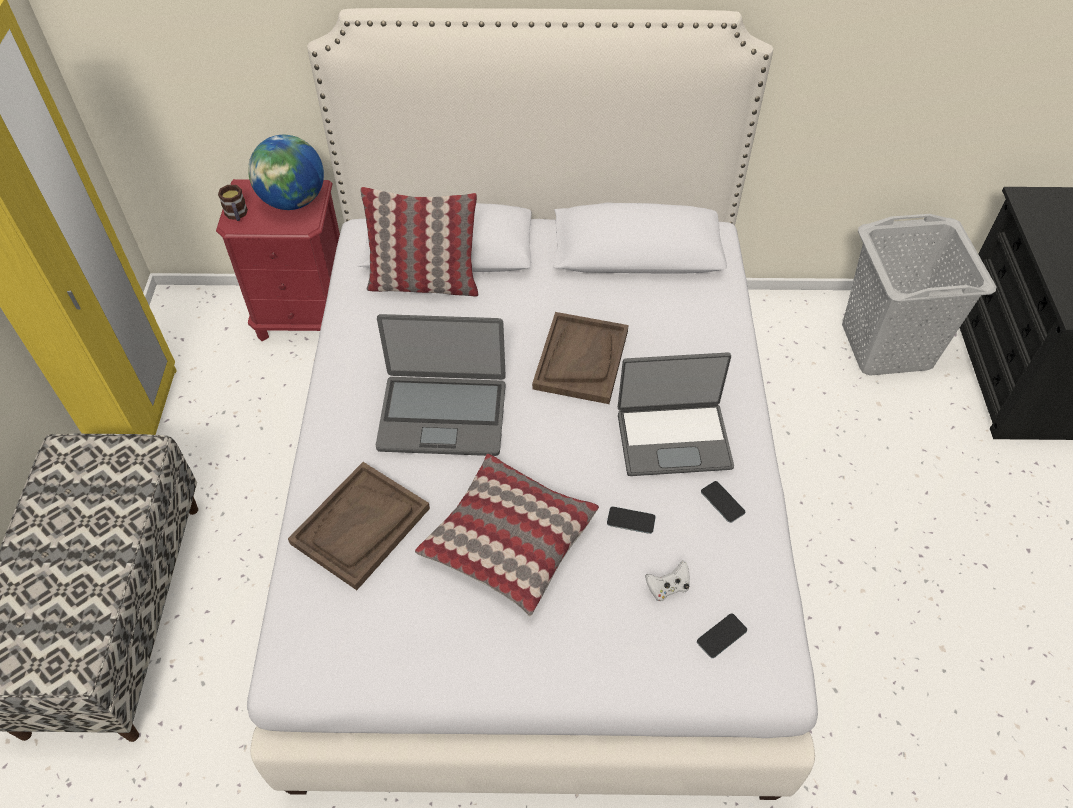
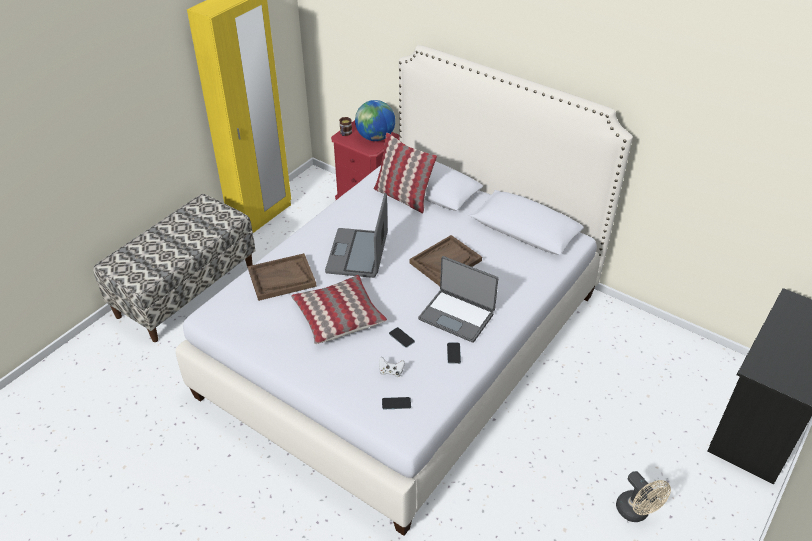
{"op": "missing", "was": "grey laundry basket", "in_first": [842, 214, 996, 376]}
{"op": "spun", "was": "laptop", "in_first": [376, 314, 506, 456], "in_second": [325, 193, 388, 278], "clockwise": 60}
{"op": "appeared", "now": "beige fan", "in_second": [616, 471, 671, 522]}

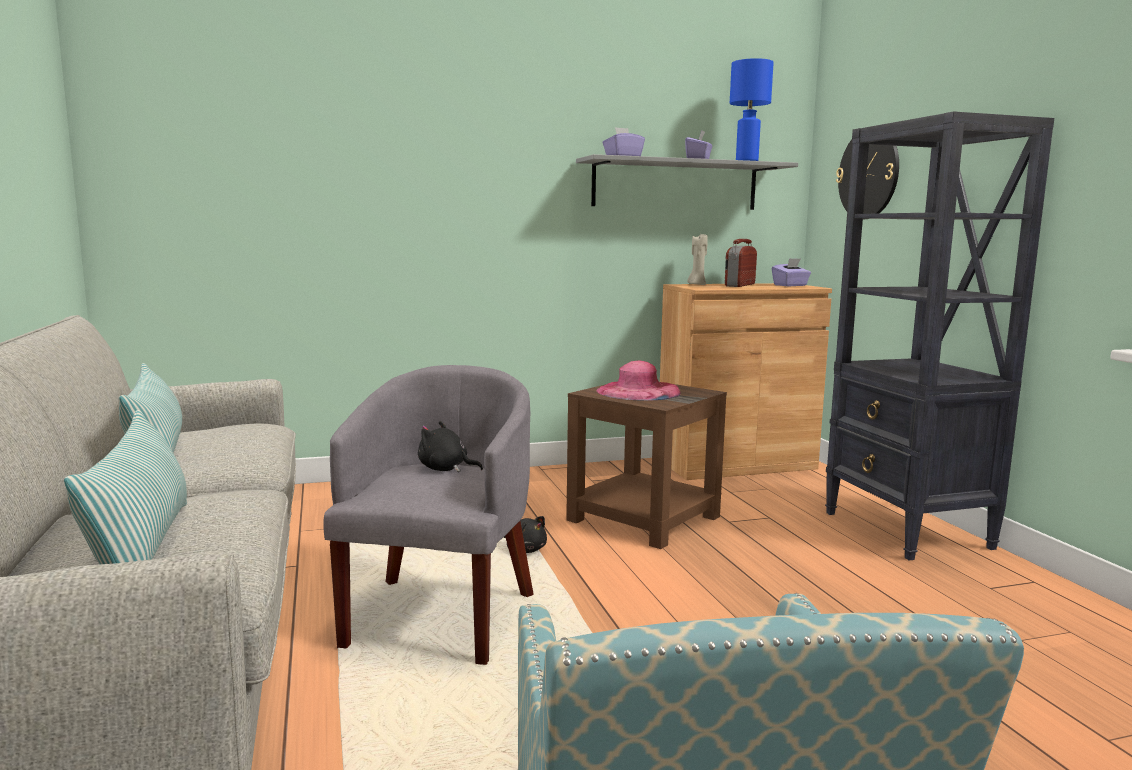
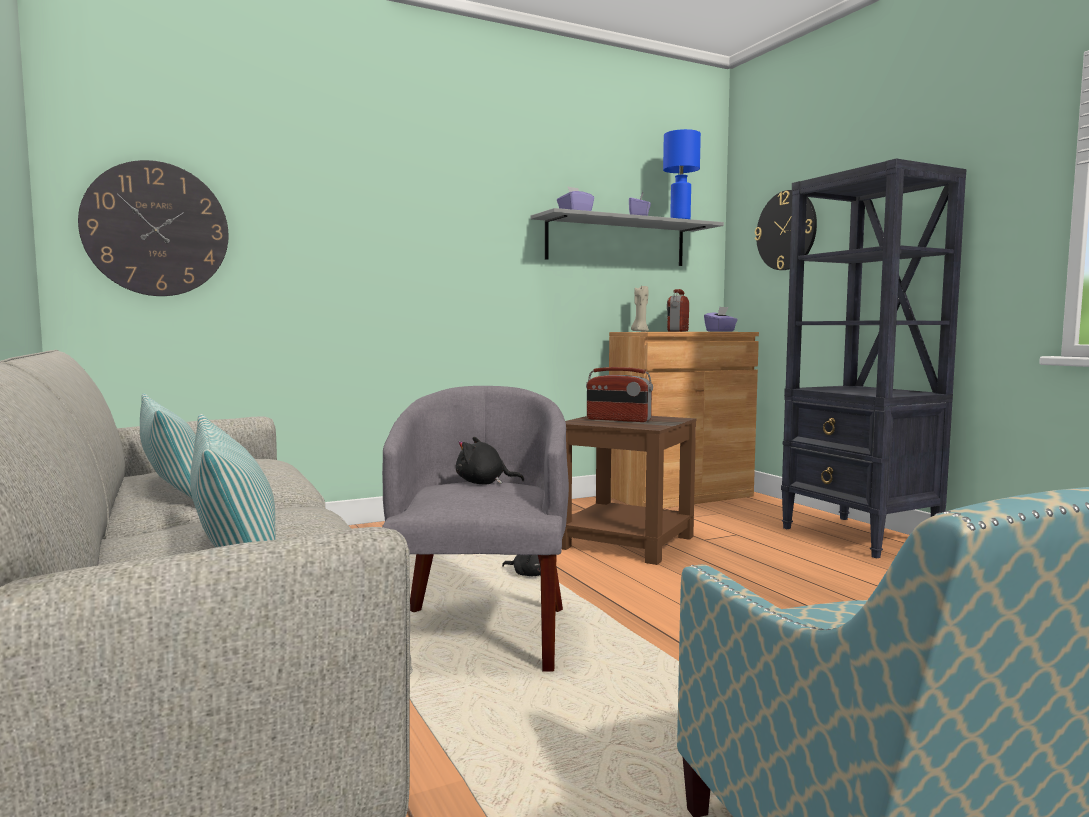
{"op": "exchanged", "was": "pink hat", "now": "radio", "in_first": [596, 361, 680, 401], "in_second": [586, 367, 653, 422]}
{"op": "appeared", "now": "wall clock", "in_second": [78, 160, 229, 296]}

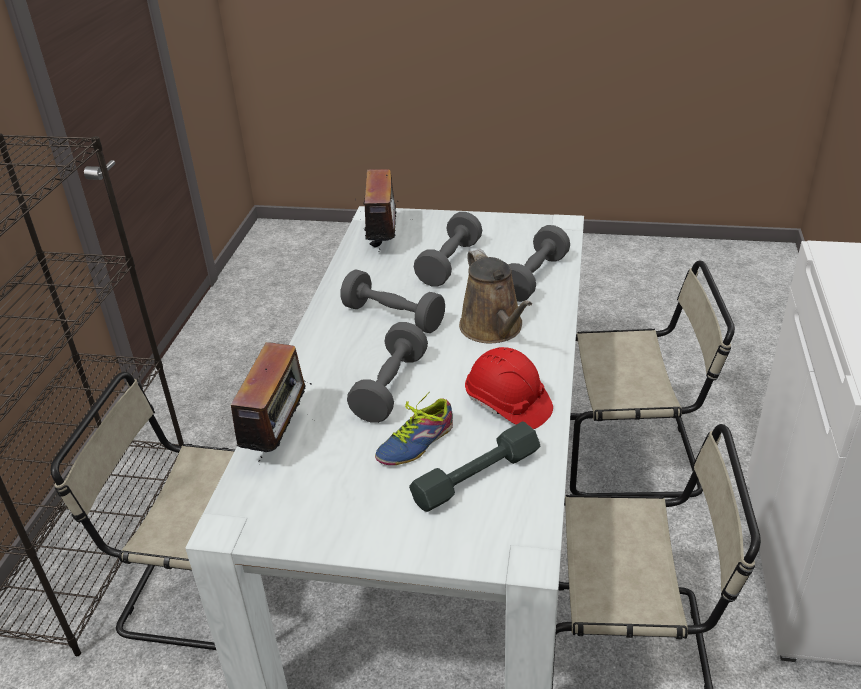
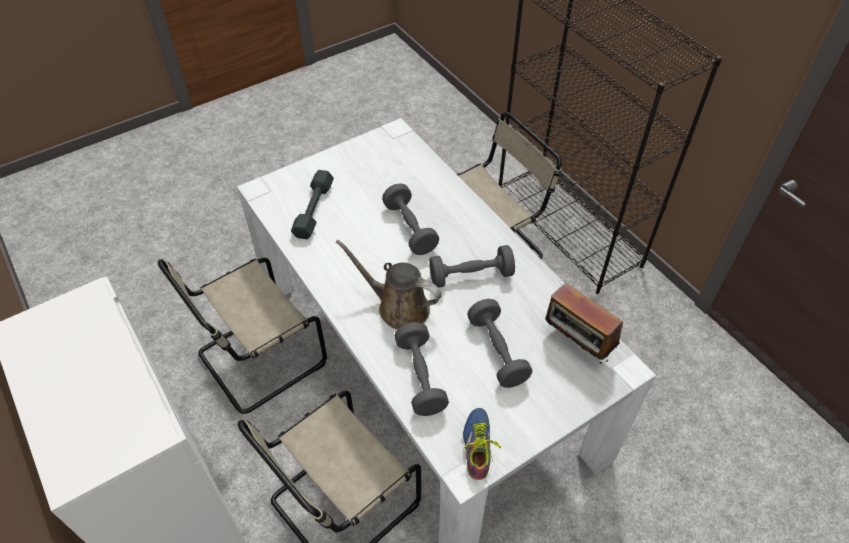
{"op": "missing", "was": "radio", "in_first": [231, 342, 311, 462]}
{"op": "missing", "was": "red hard hat", "in_first": [465, 347, 553, 429]}
{"op": "relocated", "was": "shoe", "in_first": [375, 391, 453, 465], "in_second": [463, 408, 501, 480]}

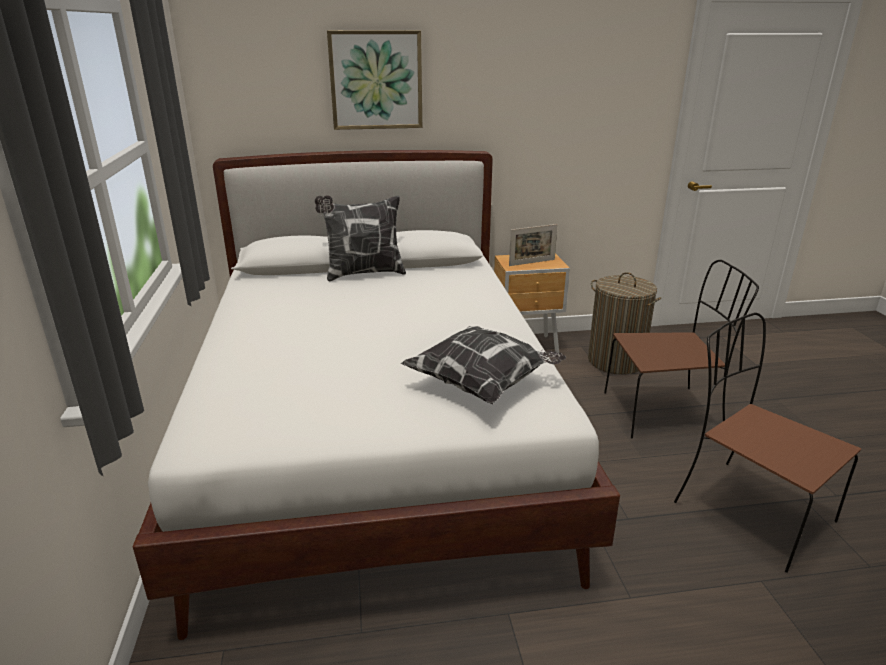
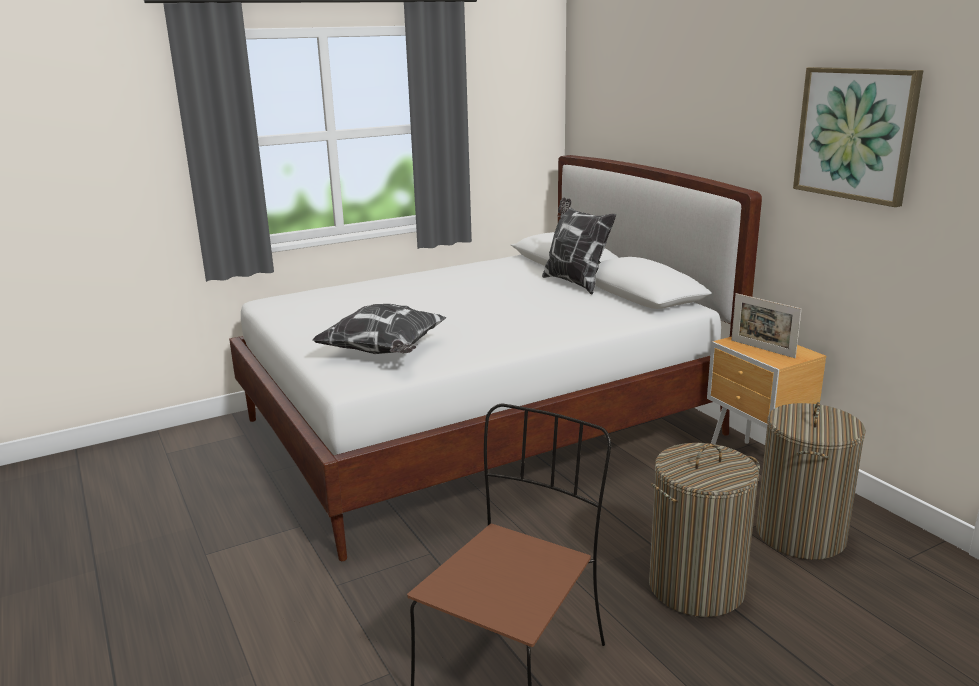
{"op": "relocated", "was": "picture", "in_first": [327, 30, 422, 130], "in_second": [793, 67, 923, 207]}
{"op": "exchanged", "was": "brown chair", "now": "laundry basket", "in_first": [604, 260, 759, 439], "in_second": [649, 443, 760, 617]}

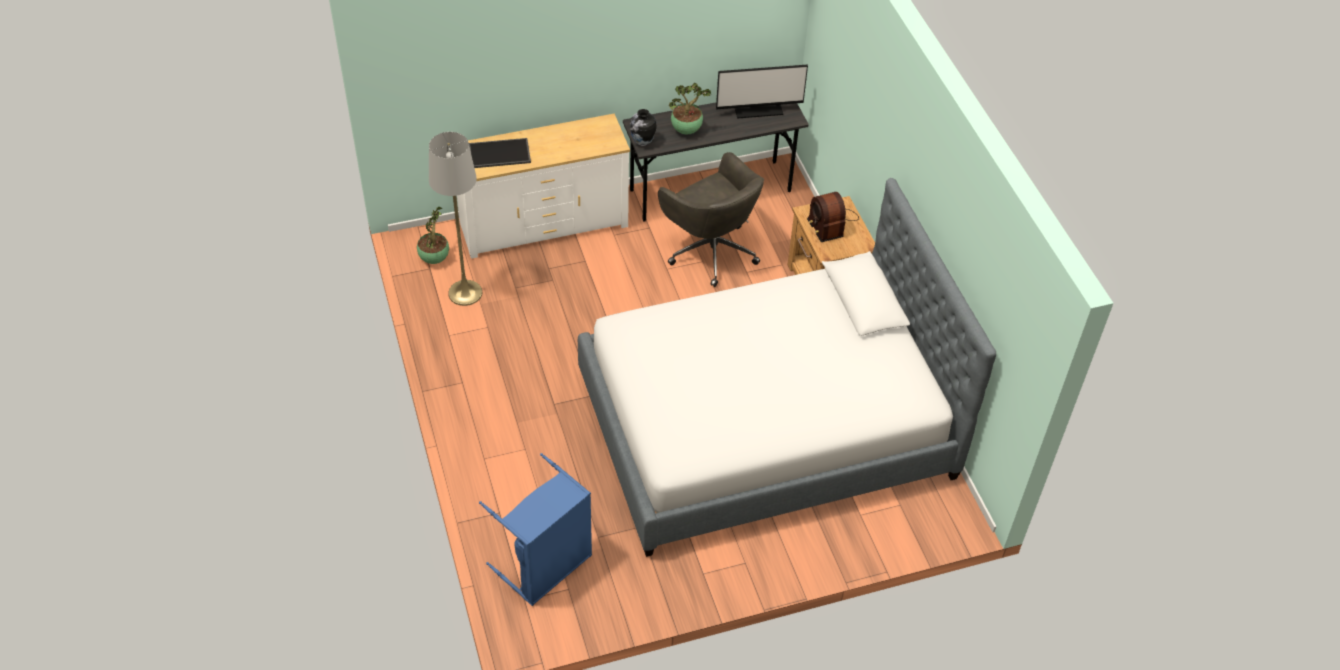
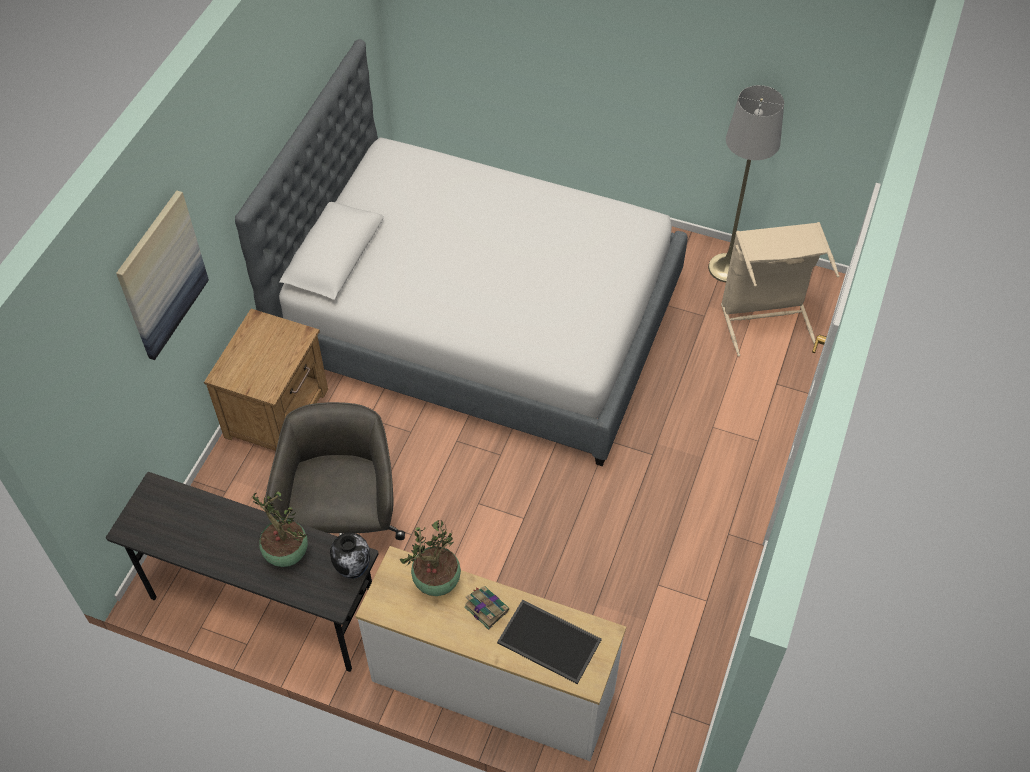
{"op": "missing", "was": "monitor", "in_first": [716, 65, 808, 119]}
{"op": "relocated", "was": "grey floor lamp", "in_first": [429, 132, 482, 306], "in_second": [708, 85, 784, 282]}
{"op": "missing", "was": "radio", "in_first": [807, 192, 859, 242]}
{"op": "relocated", "was": "potted plant", "in_first": [417, 207, 449, 264], "in_second": [400, 520, 461, 596]}
{"op": "colour", "was": "blue laundry basket", "now": "beige laundry basket", "in_first": [479, 453, 592, 606], "in_second": [721, 222, 840, 357]}
{"op": "appeared", "now": "picture", "in_second": [116, 191, 209, 360]}
{"op": "appeared", "now": "book", "in_second": [464, 586, 509, 630]}

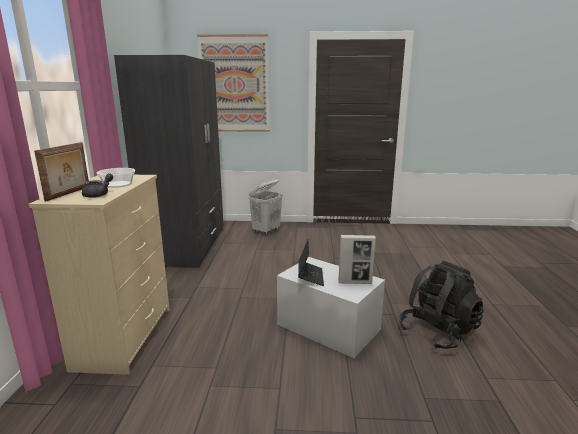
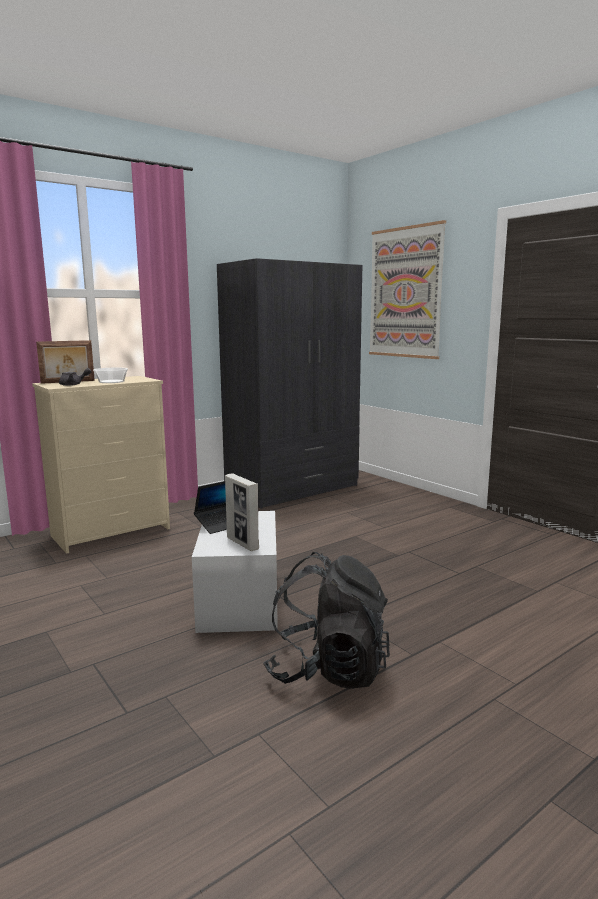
{"op": "missing", "was": "white laundry basket", "in_first": [248, 179, 283, 235]}

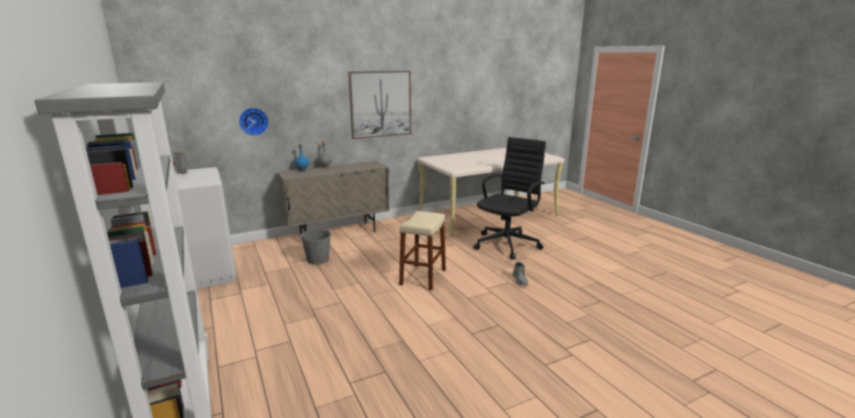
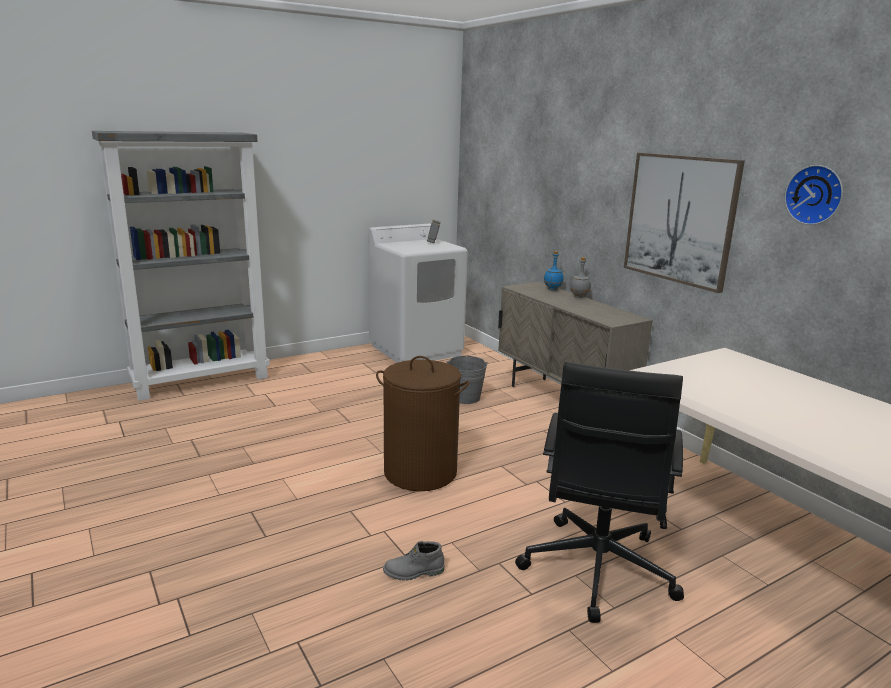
{"op": "relocated", "was": "wall clock", "in_first": [239, 108, 269, 136], "in_second": [784, 165, 843, 225]}
{"op": "spun", "was": "black office chair", "in_first": [474, 137, 546, 259], "in_second": [515, 362, 684, 623], "clockwise": 75}
{"op": "exchanged", "was": "beige stool", "now": "brown laundry basket", "in_first": [399, 211, 446, 291], "in_second": [376, 356, 470, 491]}

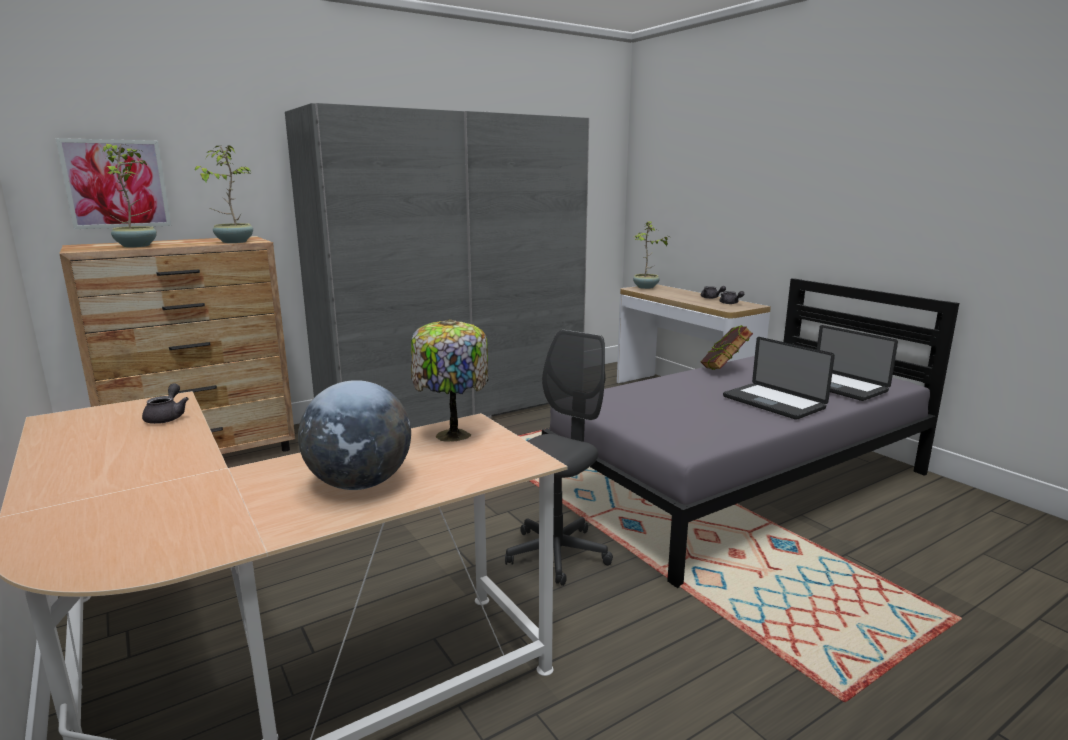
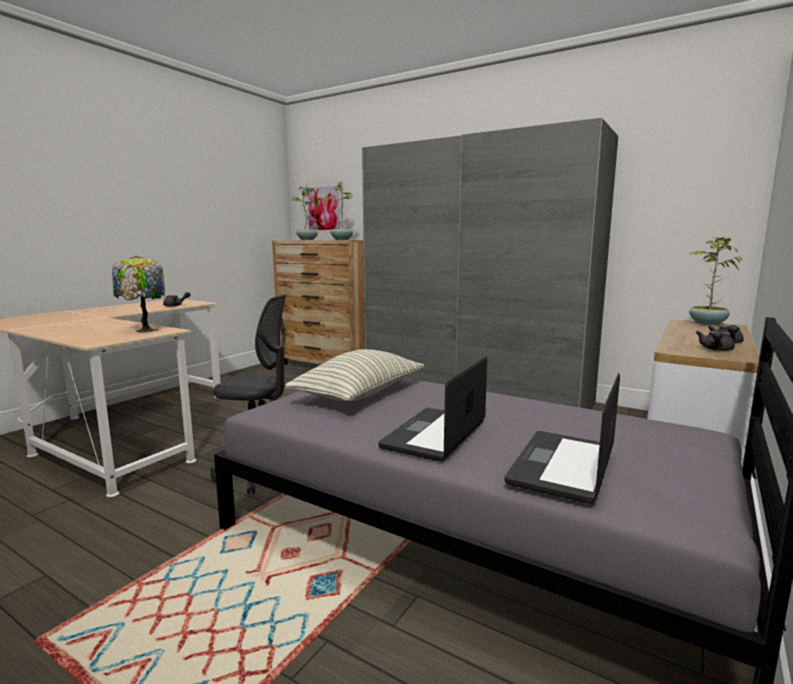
{"op": "missing", "was": "book", "in_first": [700, 324, 753, 370]}
{"op": "missing", "was": "globe", "in_first": [298, 380, 411, 490]}
{"op": "appeared", "now": "pillow", "in_second": [285, 349, 424, 401]}

